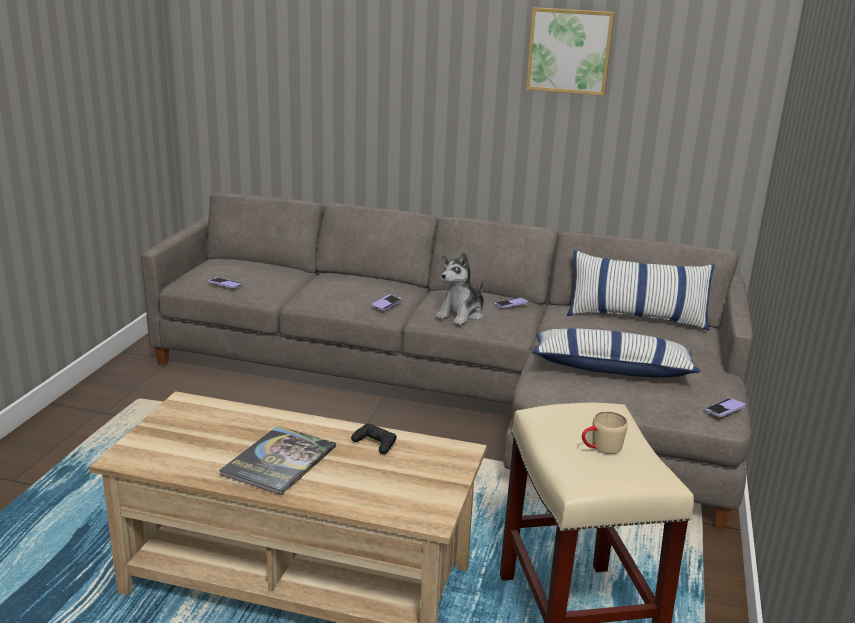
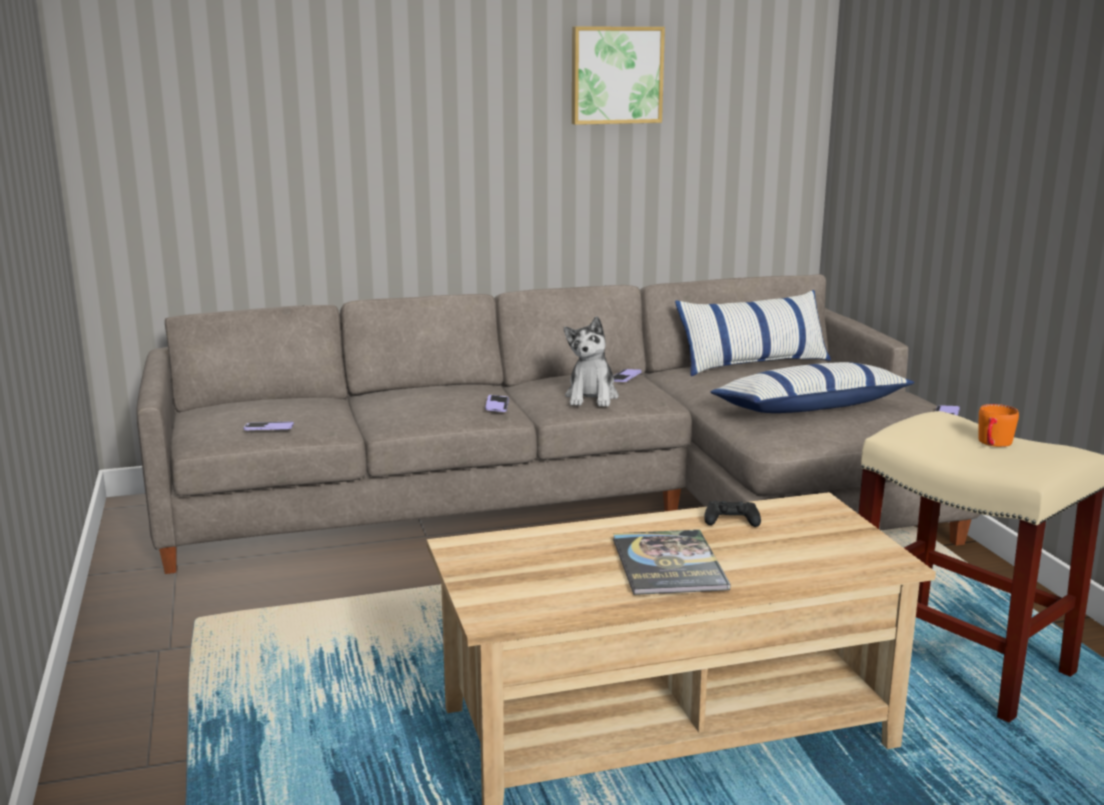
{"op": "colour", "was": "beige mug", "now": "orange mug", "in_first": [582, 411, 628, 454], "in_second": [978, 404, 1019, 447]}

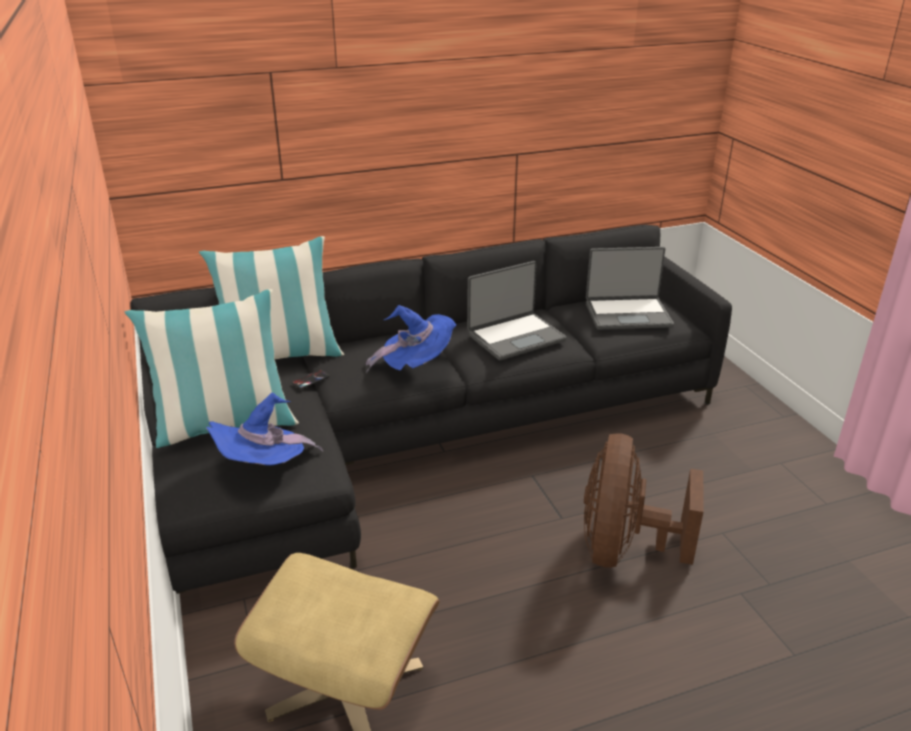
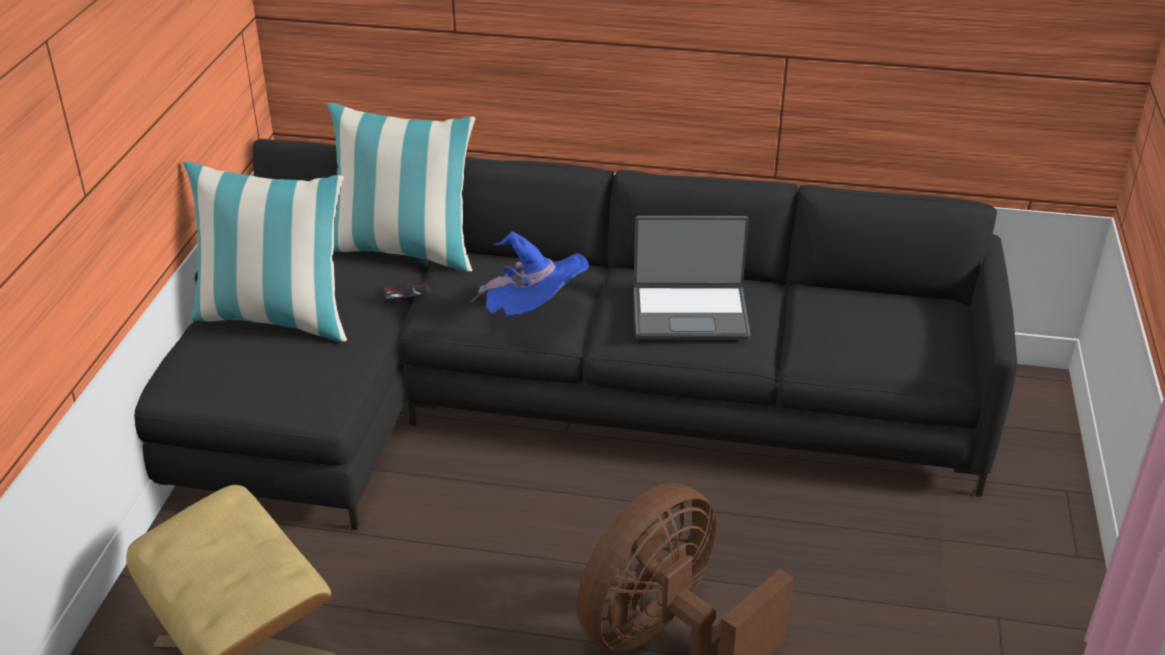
{"op": "missing", "was": "laptop", "in_first": [586, 247, 674, 330]}
{"op": "missing", "was": "blue hat", "in_first": [206, 393, 323, 466]}

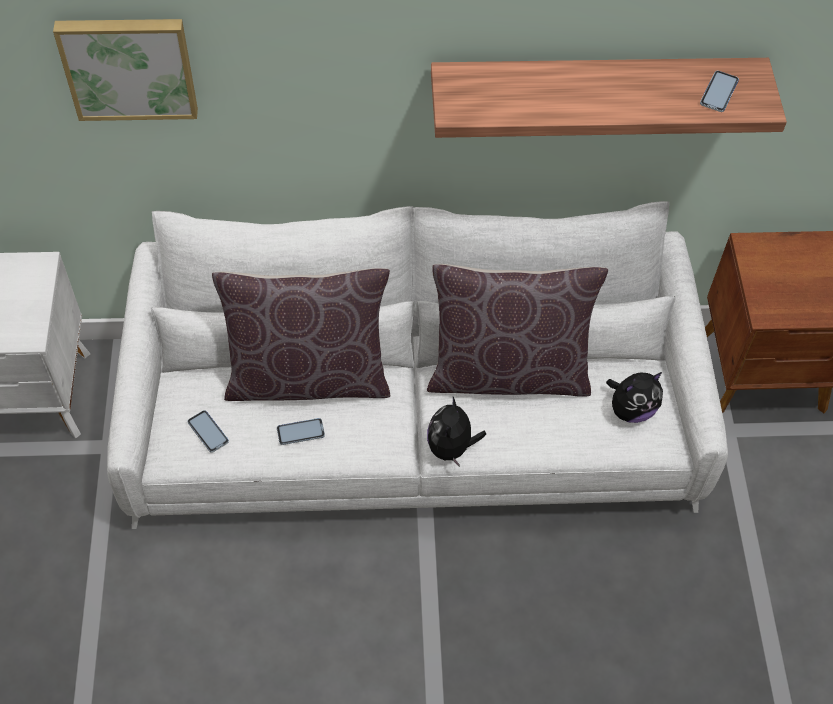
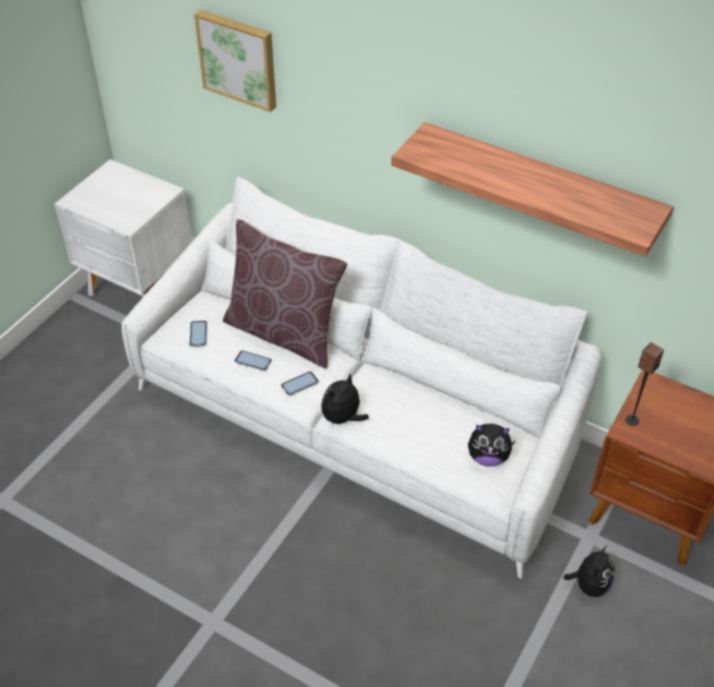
{"op": "relocated", "was": "phone", "in_first": [700, 71, 739, 112], "in_second": [281, 371, 318, 396]}
{"op": "missing", "was": "brown pillow", "in_first": [427, 264, 608, 397]}
{"op": "appeared", "now": "speaker", "in_second": [625, 342, 664, 426]}
{"op": "appeared", "now": "plush toy", "in_second": [563, 546, 615, 597]}

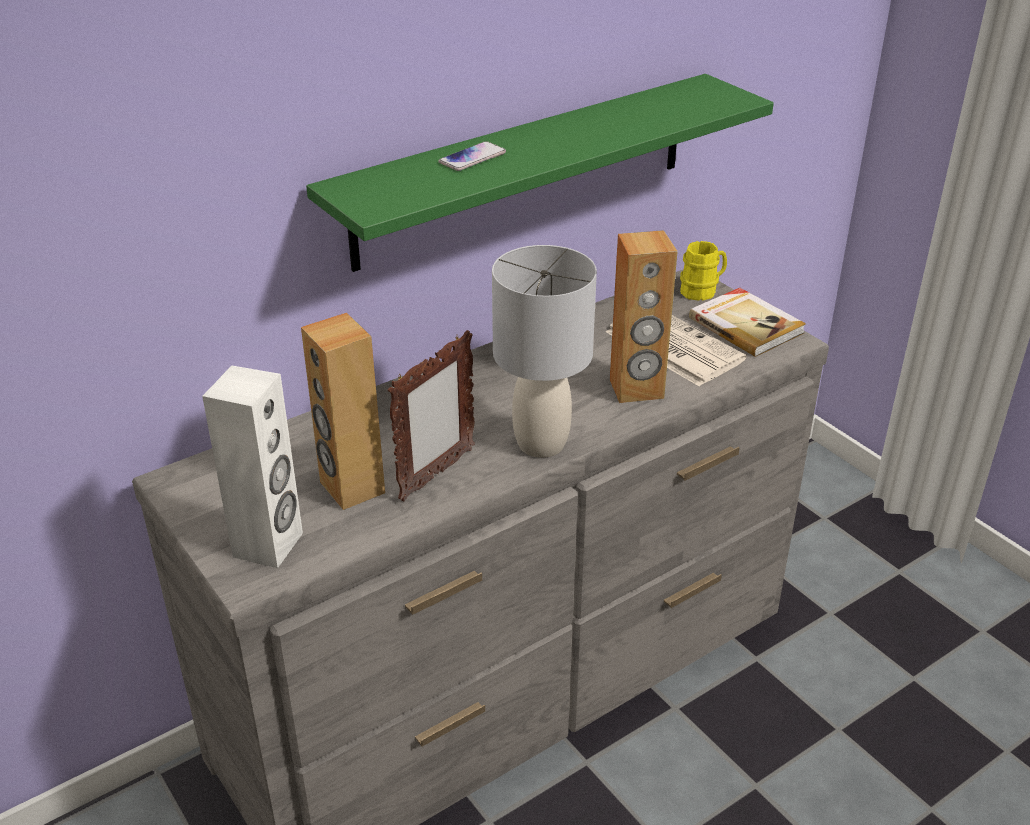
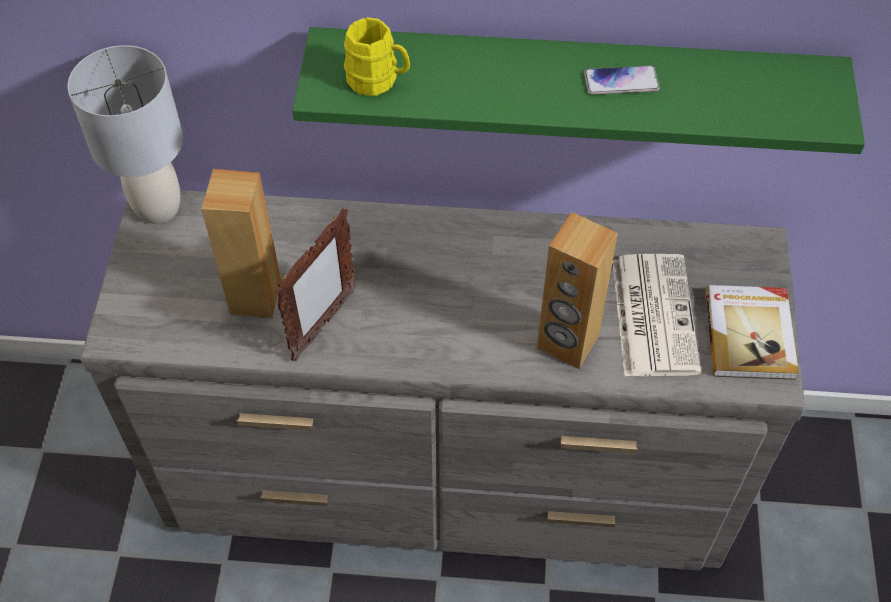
{"op": "relocated", "was": "phone", "in_first": [439, 141, 506, 171], "in_second": [584, 65, 660, 95]}
{"op": "relocated", "was": "yellow mug", "in_first": [680, 241, 727, 301], "in_second": [344, 17, 410, 96]}
{"op": "relocated", "was": "grey table lamp", "in_first": [492, 245, 597, 458], "in_second": [68, 45, 183, 224]}
{"op": "spun", "was": "picture frame", "in_first": [388, 330, 475, 502], "in_second": [274, 208, 356, 361], "clockwise": -45}
{"op": "missing", "was": "white speaker", "in_first": [202, 365, 303, 568]}

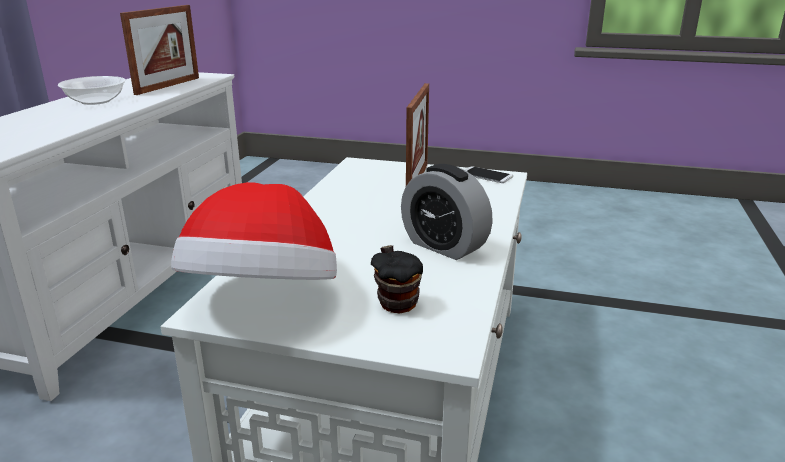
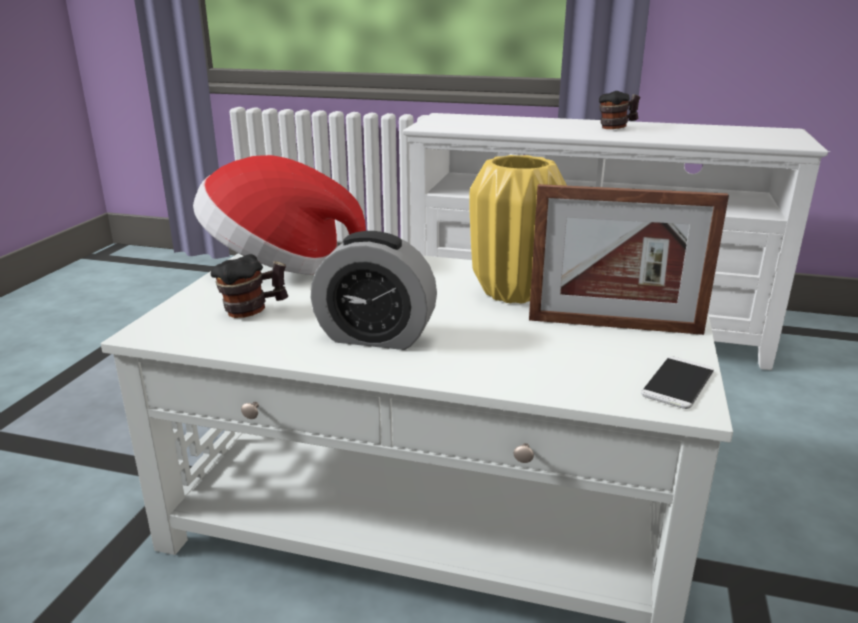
{"op": "missing", "was": "picture frame", "in_first": [120, 5, 199, 95]}
{"op": "exchanged", "was": "bowl", "now": "mug", "in_first": [58, 76, 126, 105], "in_second": [599, 91, 641, 129]}
{"op": "spun", "was": "alarm clock", "in_first": [401, 164, 493, 260], "in_second": [311, 231, 437, 350], "clockwise": -120}
{"op": "appeared", "now": "yellow vase", "in_second": [470, 155, 567, 304]}

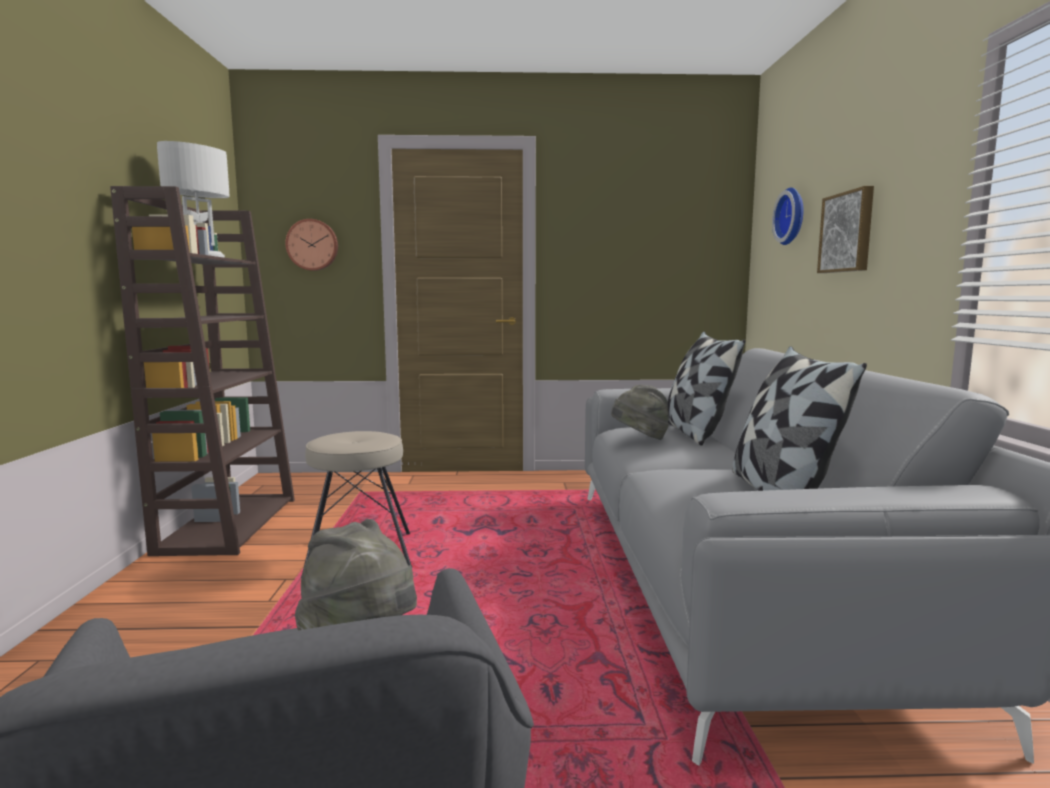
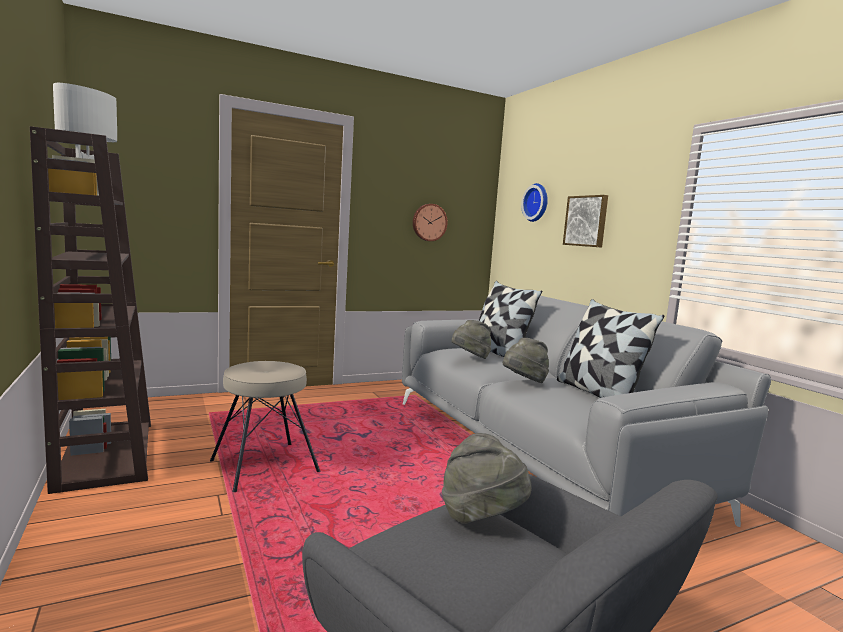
{"op": "relocated", "was": "wall clock", "in_first": [285, 219, 338, 271], "in_second": [413, 204, 448, 241]}
{"op": "appeared", "now": "grey hat", "in_second": [503, 338, 549, 383]}

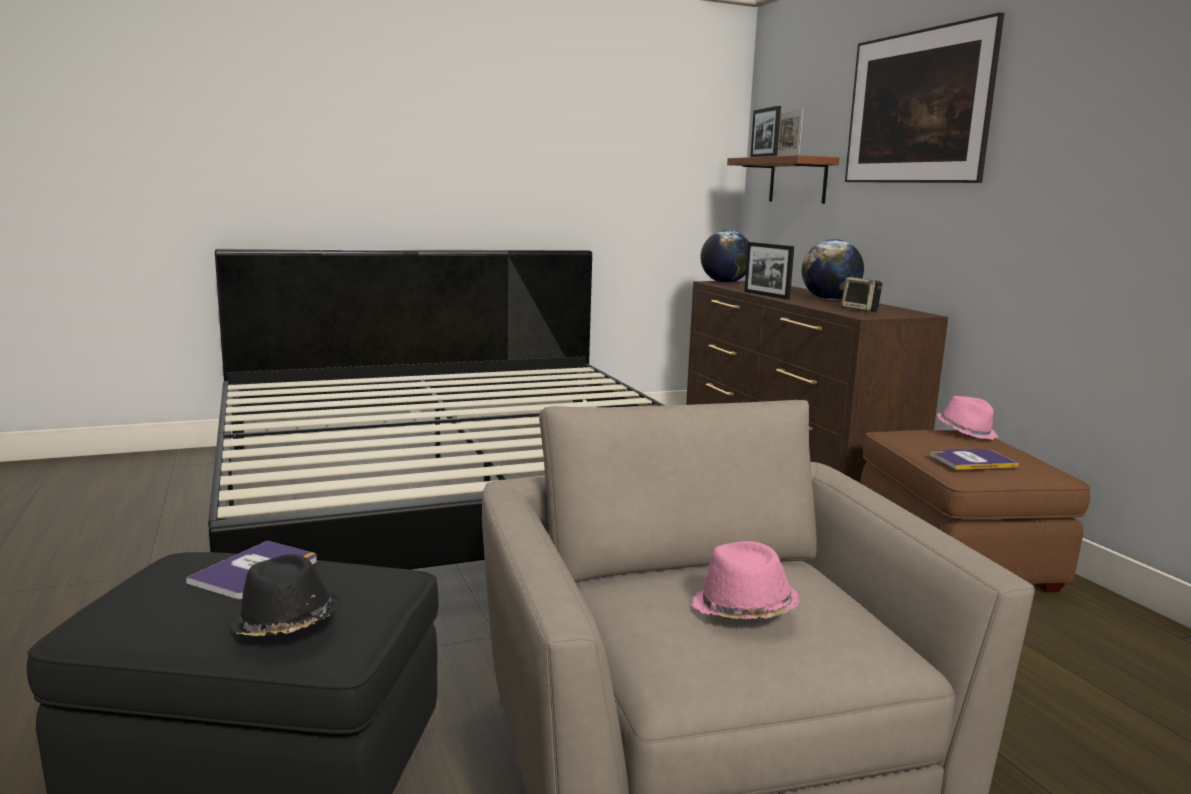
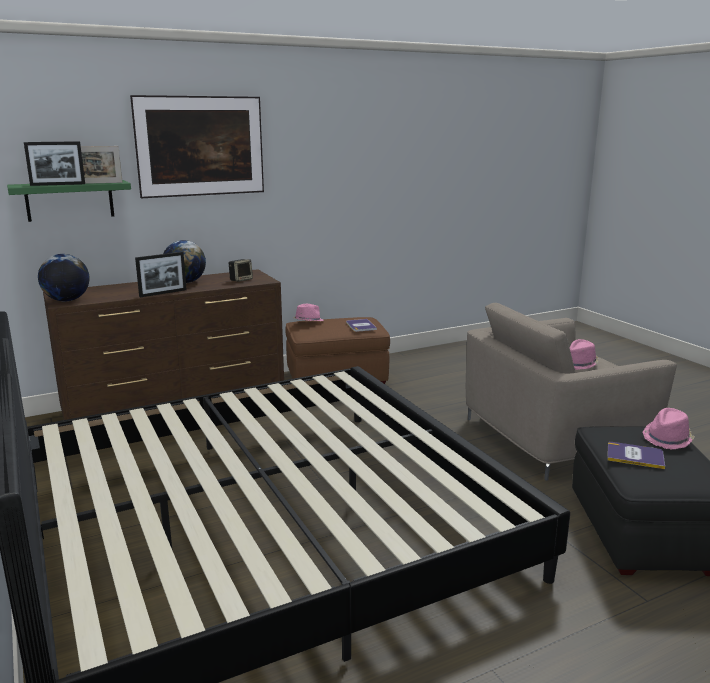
{"op": "colour", "was": "brown shelf", "now": "green shelf", "in_first": [727, 155, 839, 204], "in_second": [7, 180, 131, 222]}
{"op": "colour", "was": "black hat", "now": "pink hat", "in_first": [228, 554, 340, 636], "in_second": [643, 408, 695, 450]}

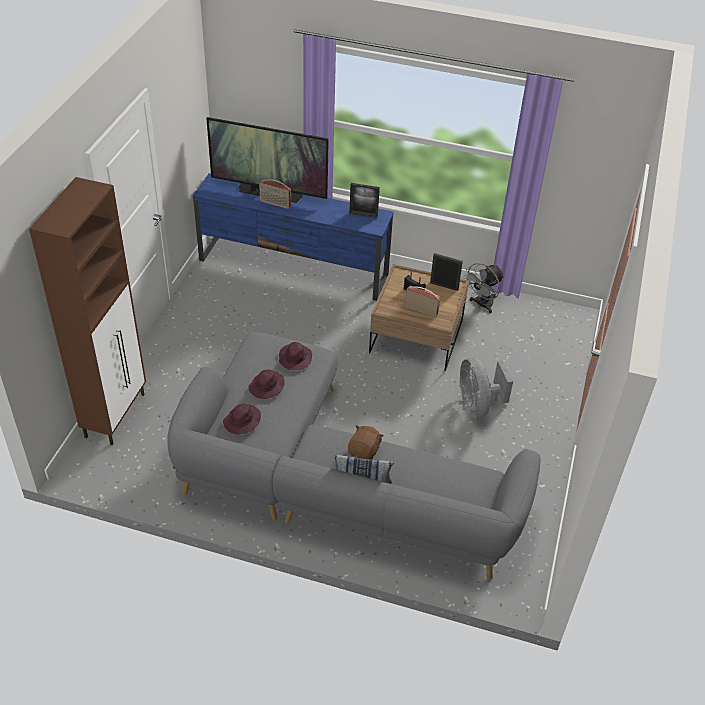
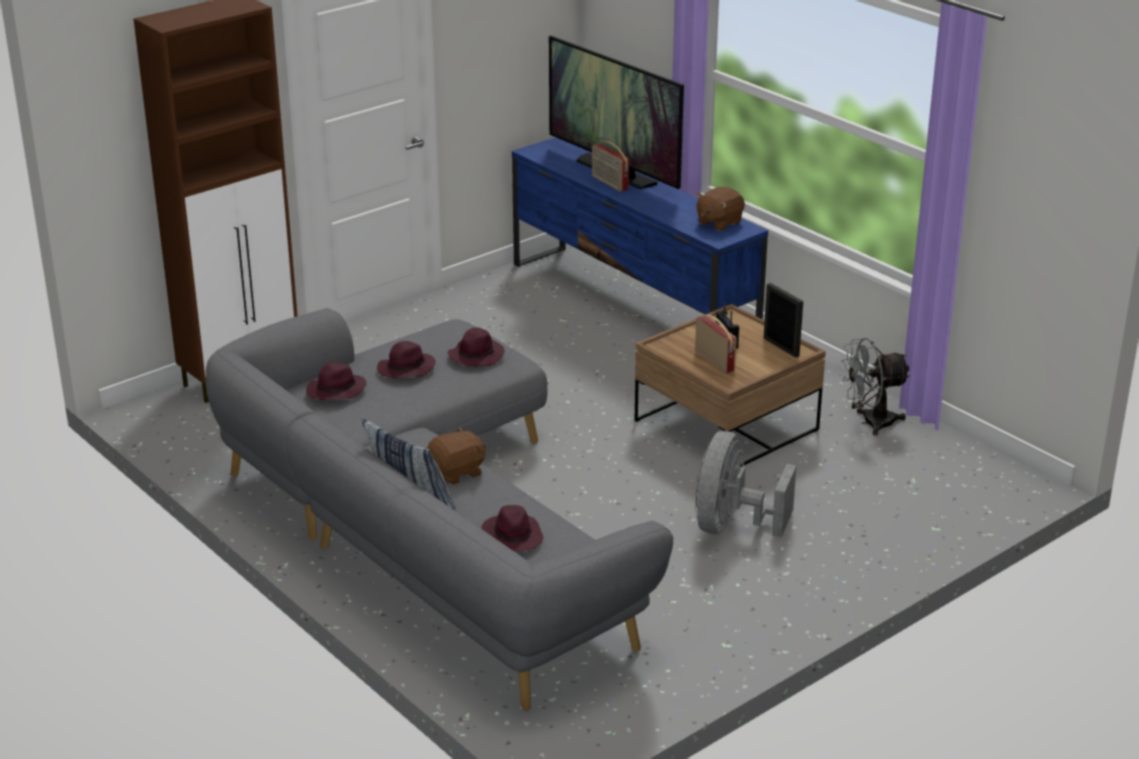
{"op": "exchanged", "was": "picture frame", "now": "brown plush toy", "in_first": [349, 183, 380, 218], "in_second": [696, 187, 745, 231]}
{"op": "appeared", "now": "purple hat", "in_second": [481, 505, 544, 552]}

